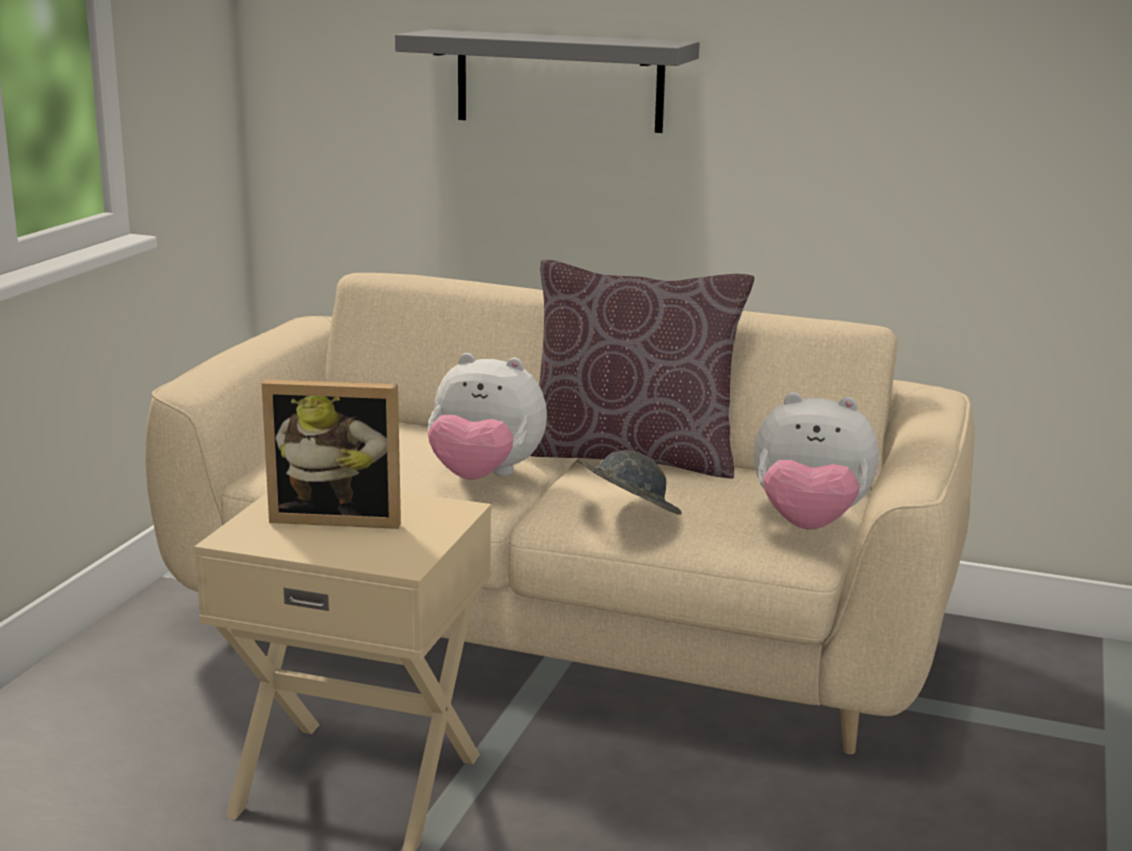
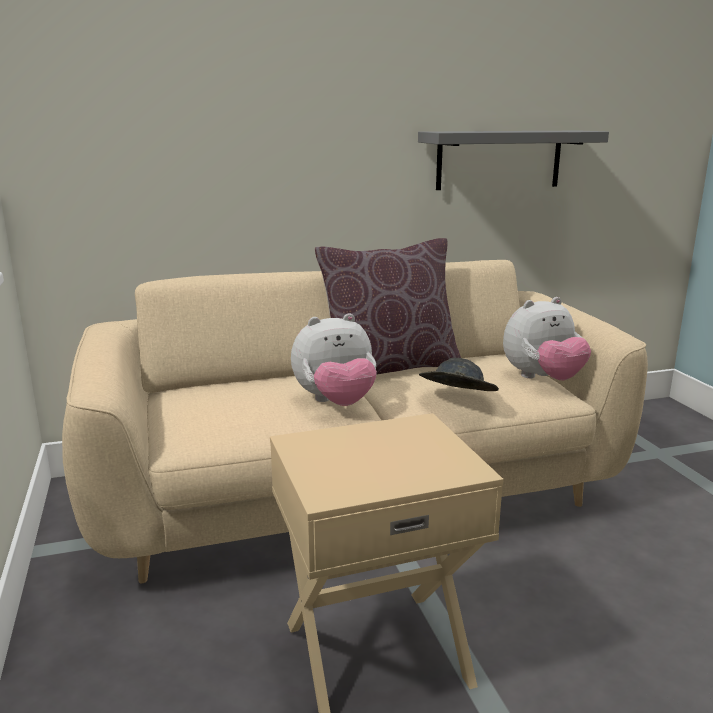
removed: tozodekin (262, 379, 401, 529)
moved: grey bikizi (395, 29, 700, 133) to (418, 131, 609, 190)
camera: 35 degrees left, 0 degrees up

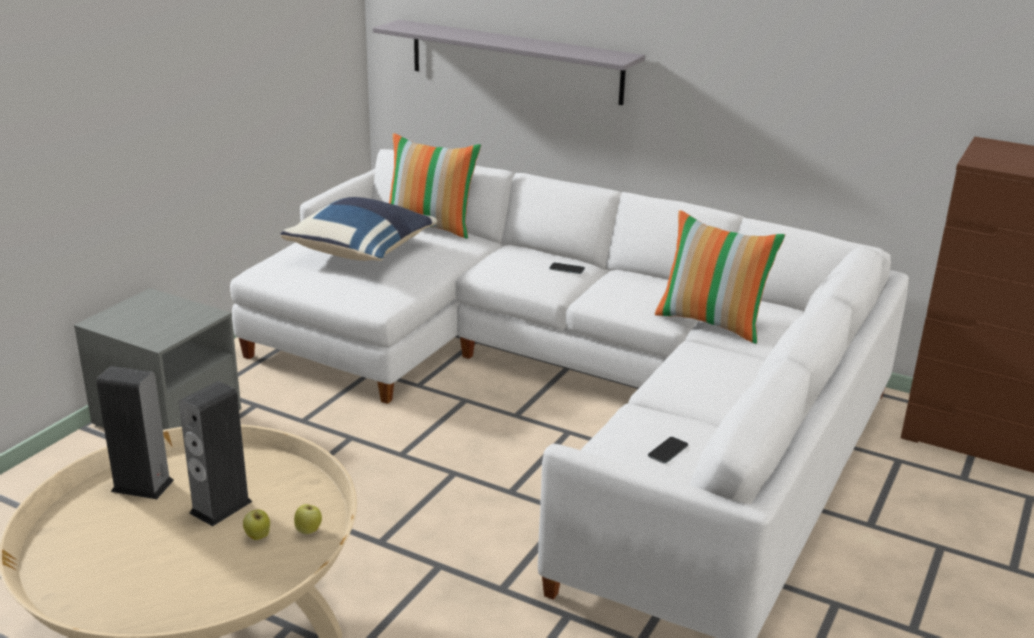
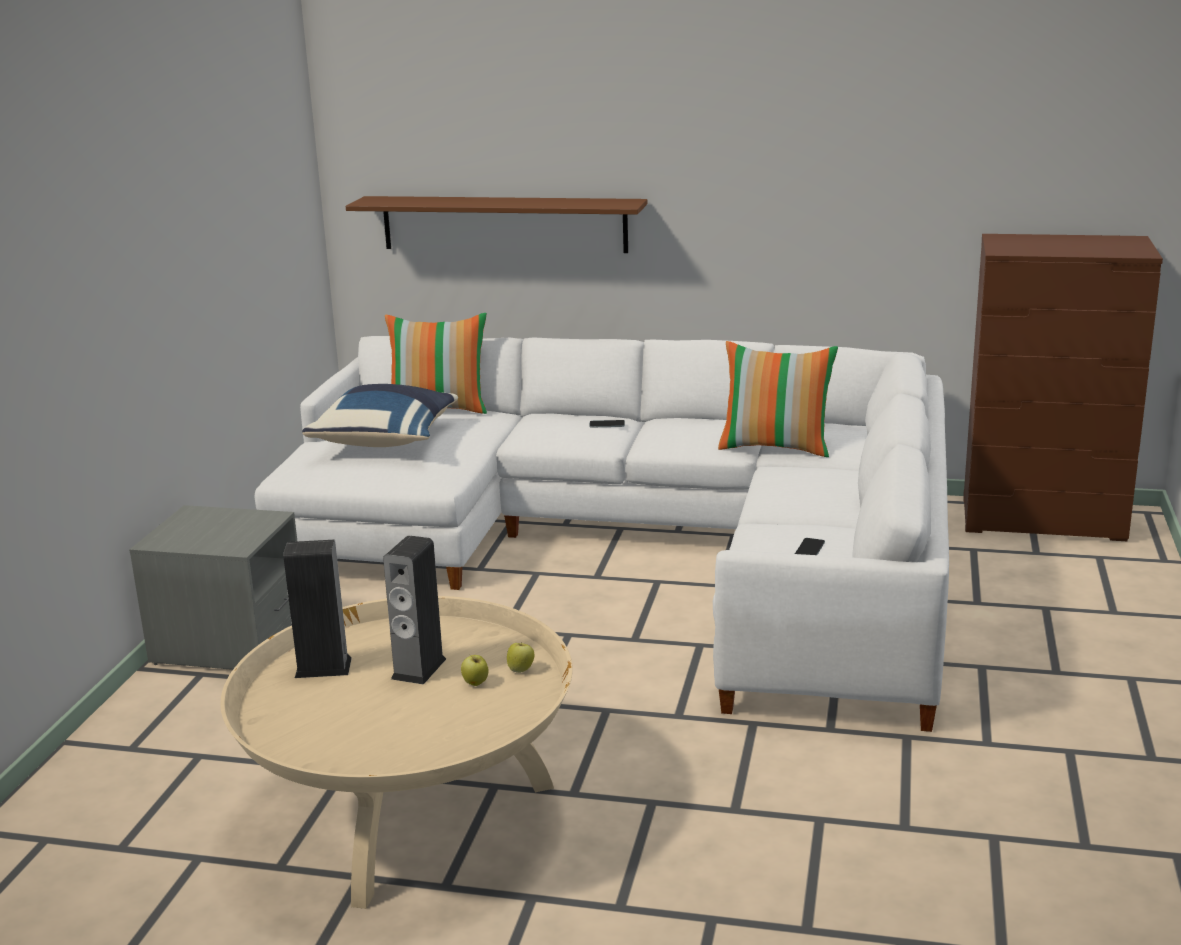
recoloured: grey bikizi (373, 20, 645, 105) to brown bikizi (346, 196, 647, 253)
camera: 15 degrees left, 5 degrees down

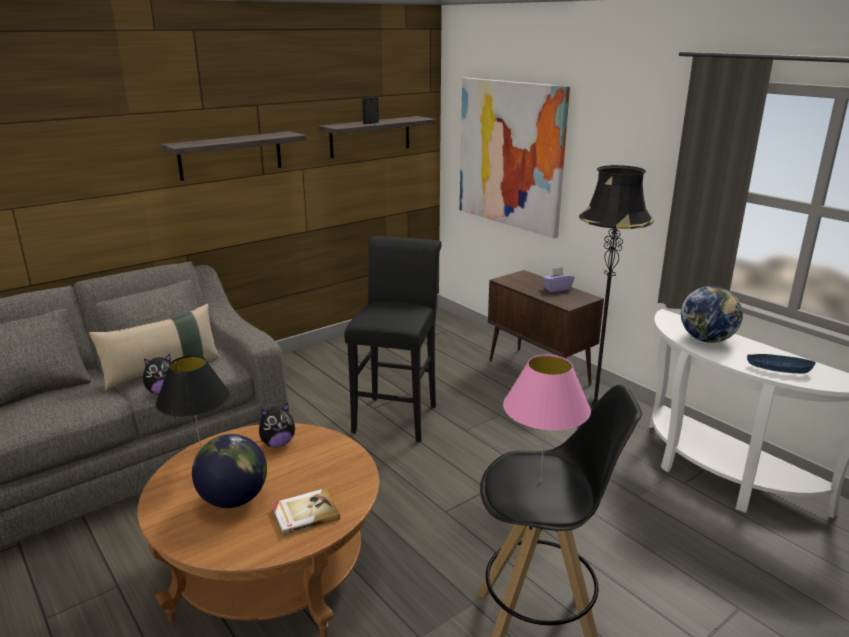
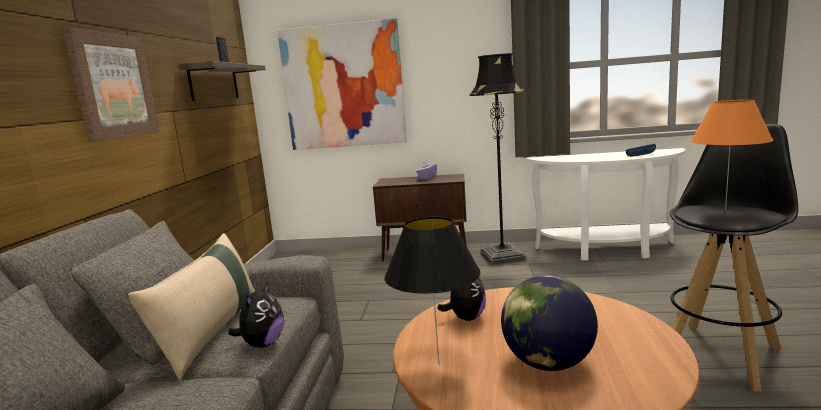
removed: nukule (271, 488, 340, 536); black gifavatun (344, 236, 442, 442); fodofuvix (681, 286, 743, 343)
replaced: bikizi (161, 131, 307, 181) to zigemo (62, 27, 159, 142)
recoloured: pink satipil (503, 355, 591, 482) to orange satipil (691, 100, 773, 211)
camera: 45 degrees left, 10 degrees down

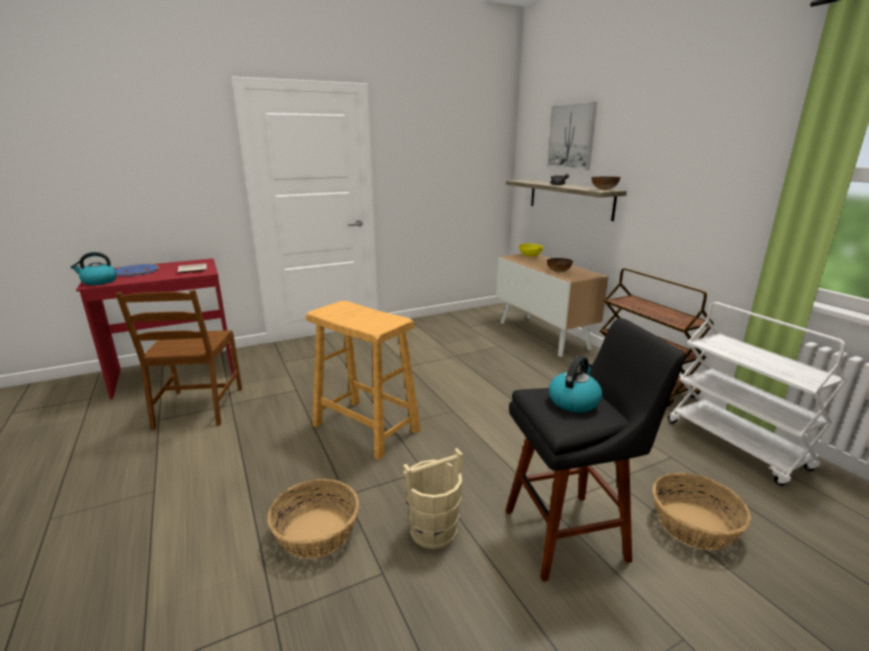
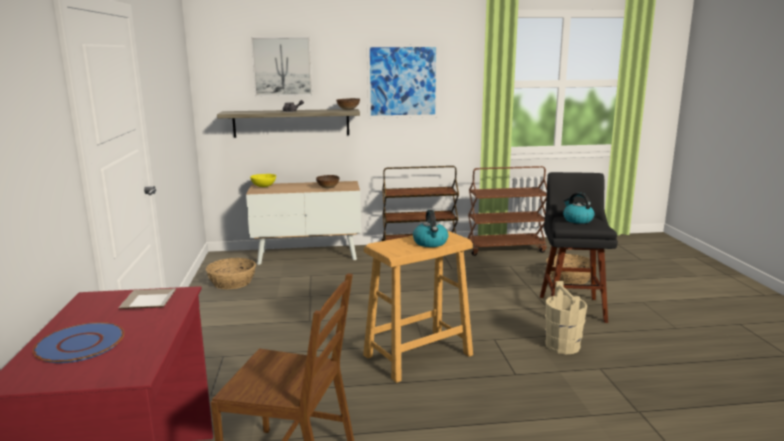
added: zigemo (367, 44, 439, 118)
moved: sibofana (71, 252, 117, 285) to (413, 210, 448, 247); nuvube (267, 479, 359, 559) to (206, 258, 256, 289)
recoloured: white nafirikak (668, 302, 847, 486) to brown nafirikak (468, 166, 547, 256)
camera: 70 degrees left, 5 degrees down

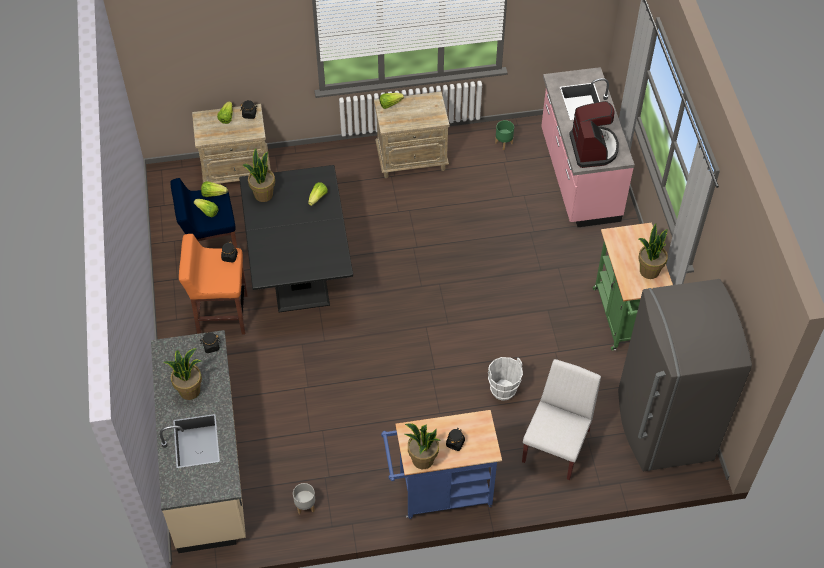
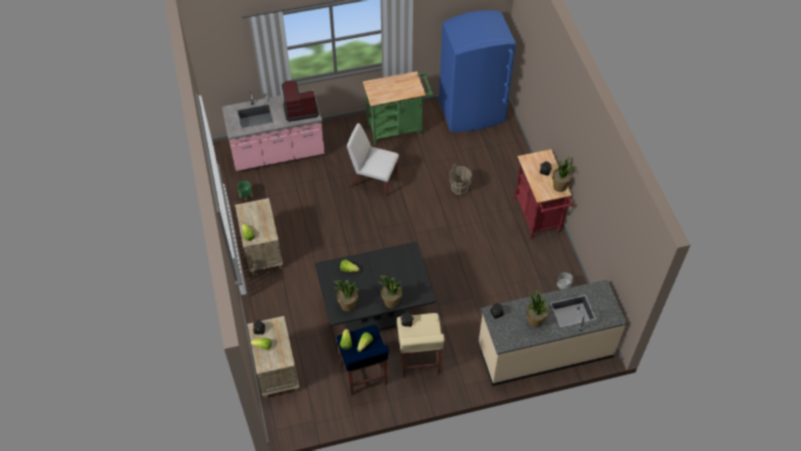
moved: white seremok (522, 359, 601, 480) to (347, 123, 399, 197); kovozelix (638, 223, 668, 279) to (379, 276, 402, 308)
recoloured: orange gifavatun (179, 234, 248, 335) to beige gifavatun (397, 313, 445, 378); blue nafirikak (381, 410, 502, 519) to red nafirikak (513, 149, 574, 239); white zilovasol (488, 357, 523, 401) to brown zilovasol (449, 164, 472, 195); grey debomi (618, 279, 752, 471) to blue debomi (439, 10, 516, 132)
camera: 95 degrees left, 0 degrees up

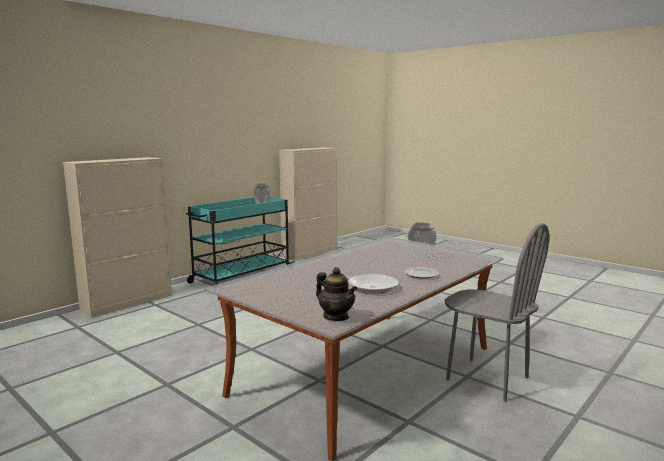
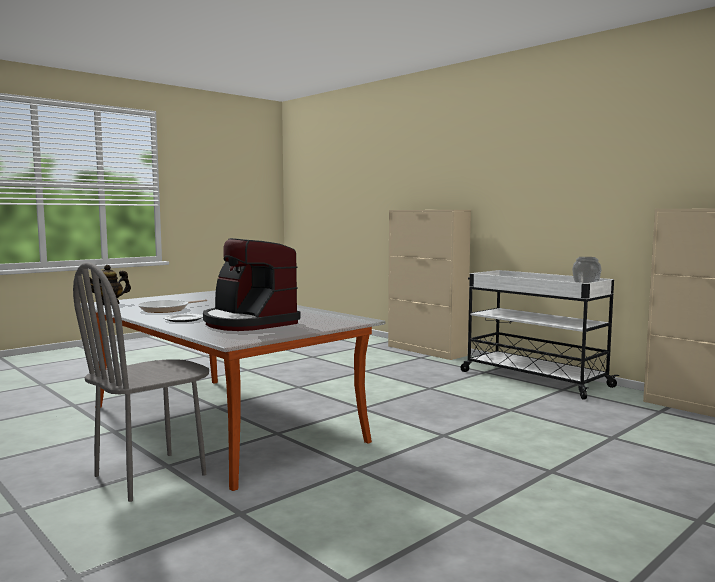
replaced: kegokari (407, 223, 437, 260) to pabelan (203, 238, 300, 331)
recoloured: turquoise nafirikak (186, 197, 295, 285) to white nafirikak (460, 270, 619, 400)
camera: 95 degrees right, 5 degrees down

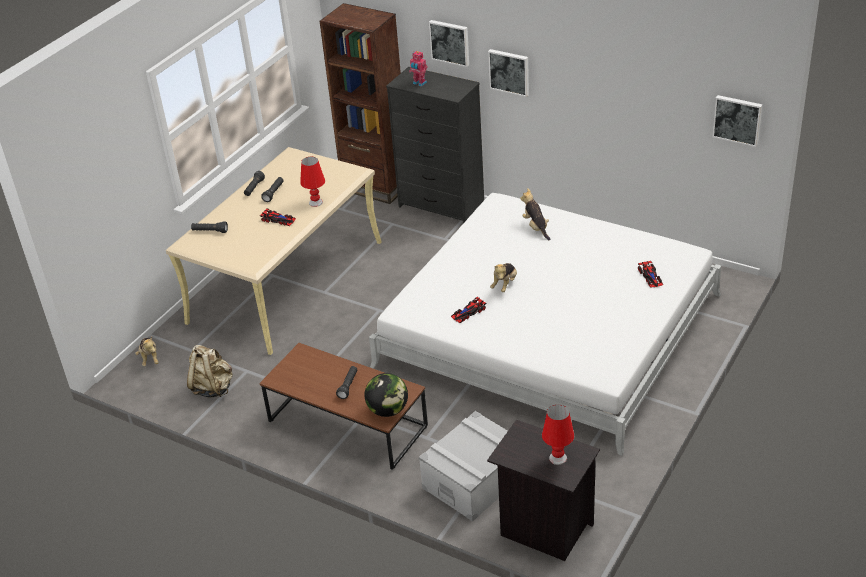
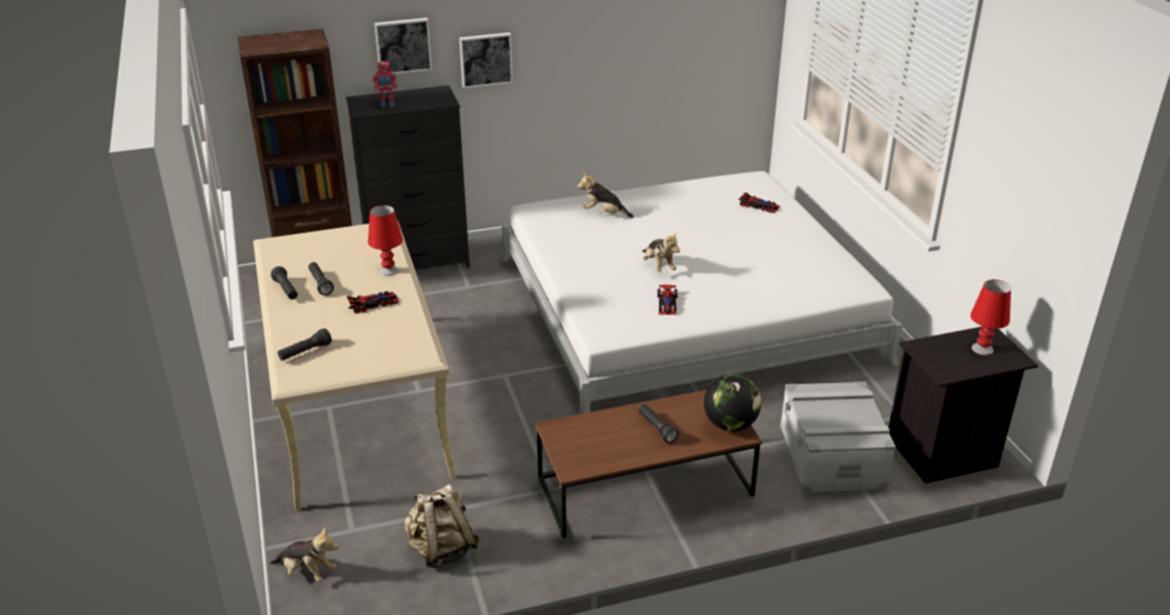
removed: zigemo (712, 95, 763, 147)
camera: 50 degrees left, 5 degrees down

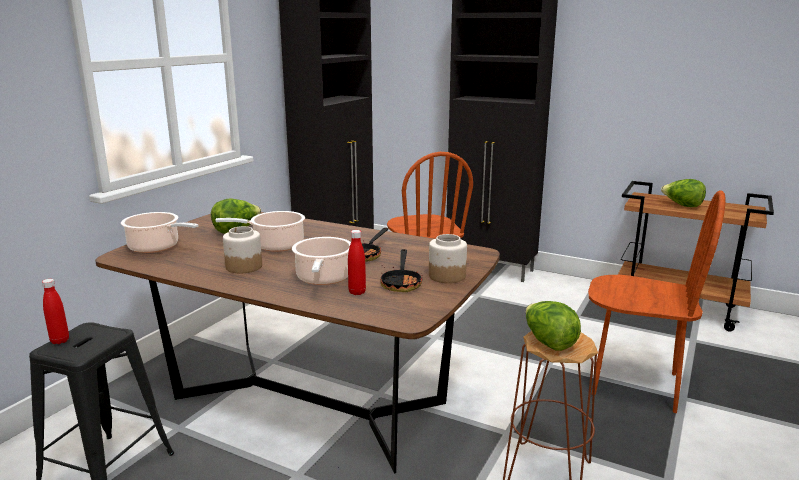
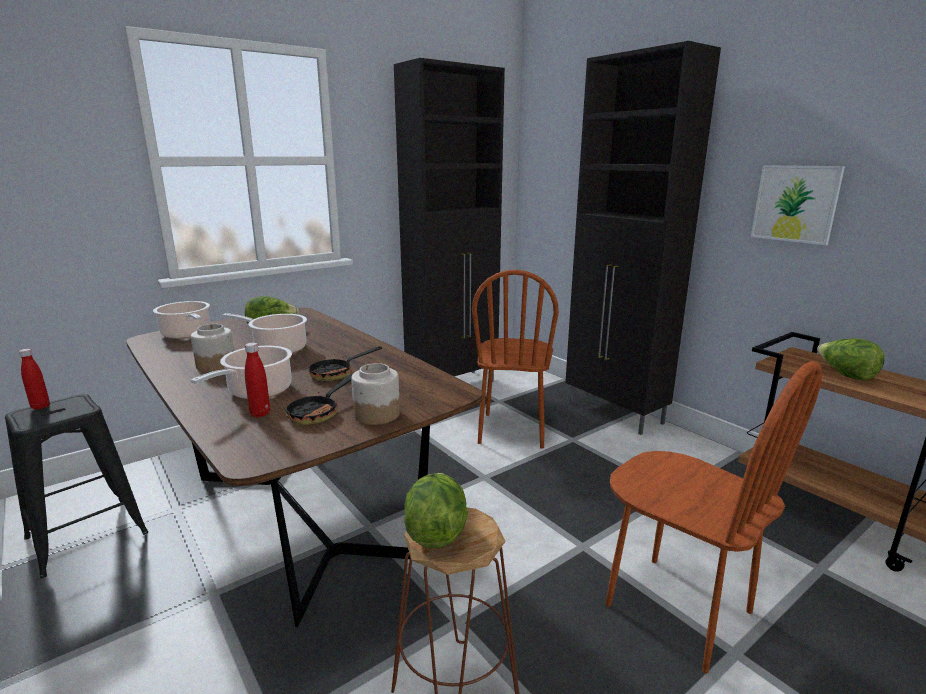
added: zigemo (751, 165, 845, 245)
camera: 25 degrees right, 0 degrees up

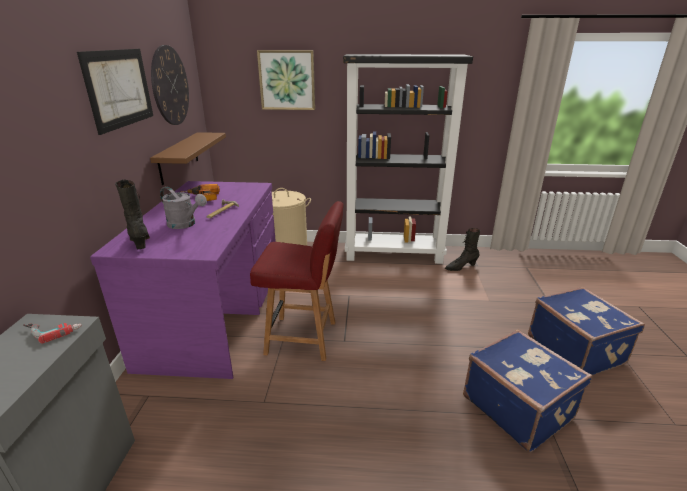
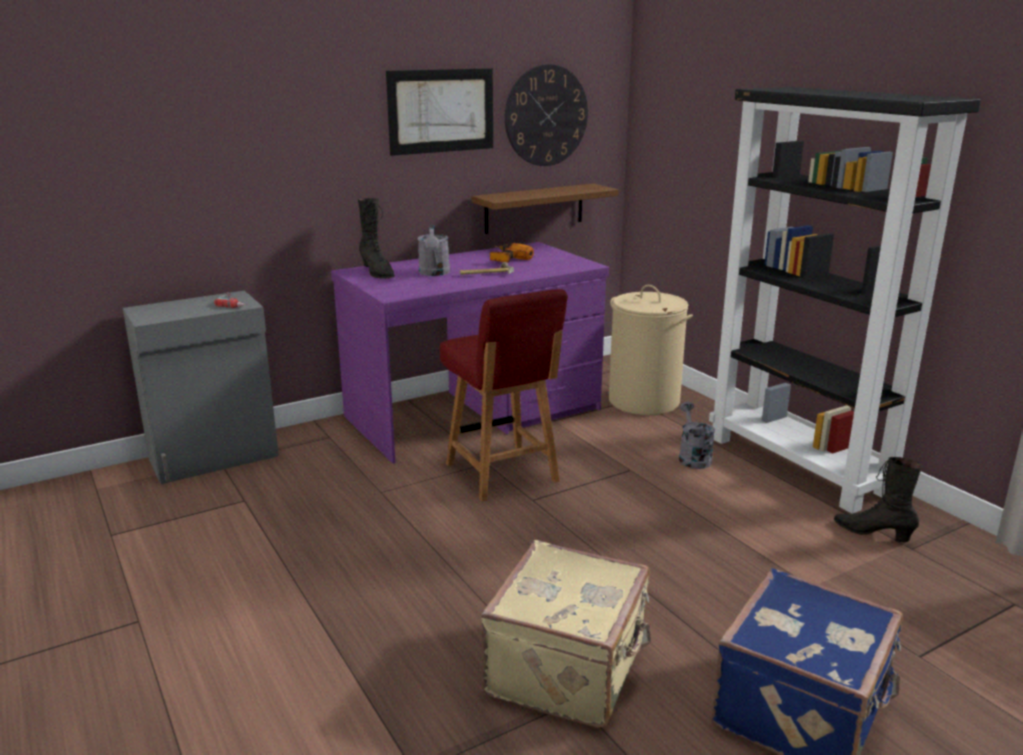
removed: zigemo (257, 50, 315, 110)
added: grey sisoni (679, 402, 715, 469)
recoloured: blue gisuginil (463, 329, 593, 453) to beige gisuginil (481, 540, 650, 728)
turned: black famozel (115, 179, 150, 249) = (358, 198, 395, 279) 120 degrees clockwise
camera: 55 degrees right, 5 degrees down

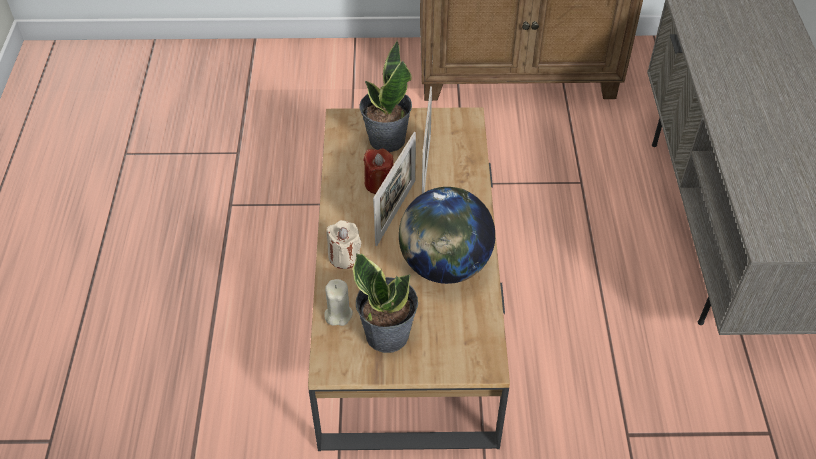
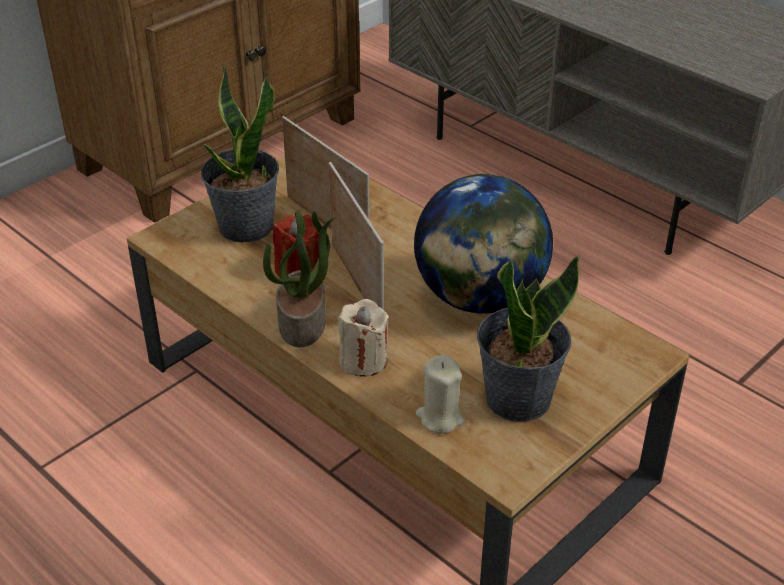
added: kovozelix (263, 211, 337, 347)
camera: 45 degrees left, 10 degrees down

